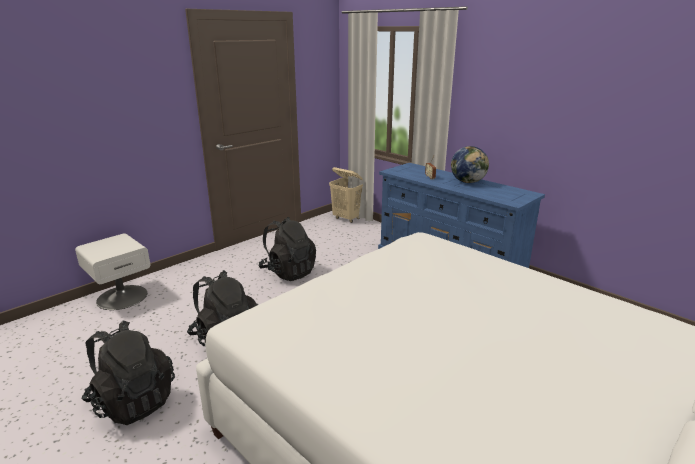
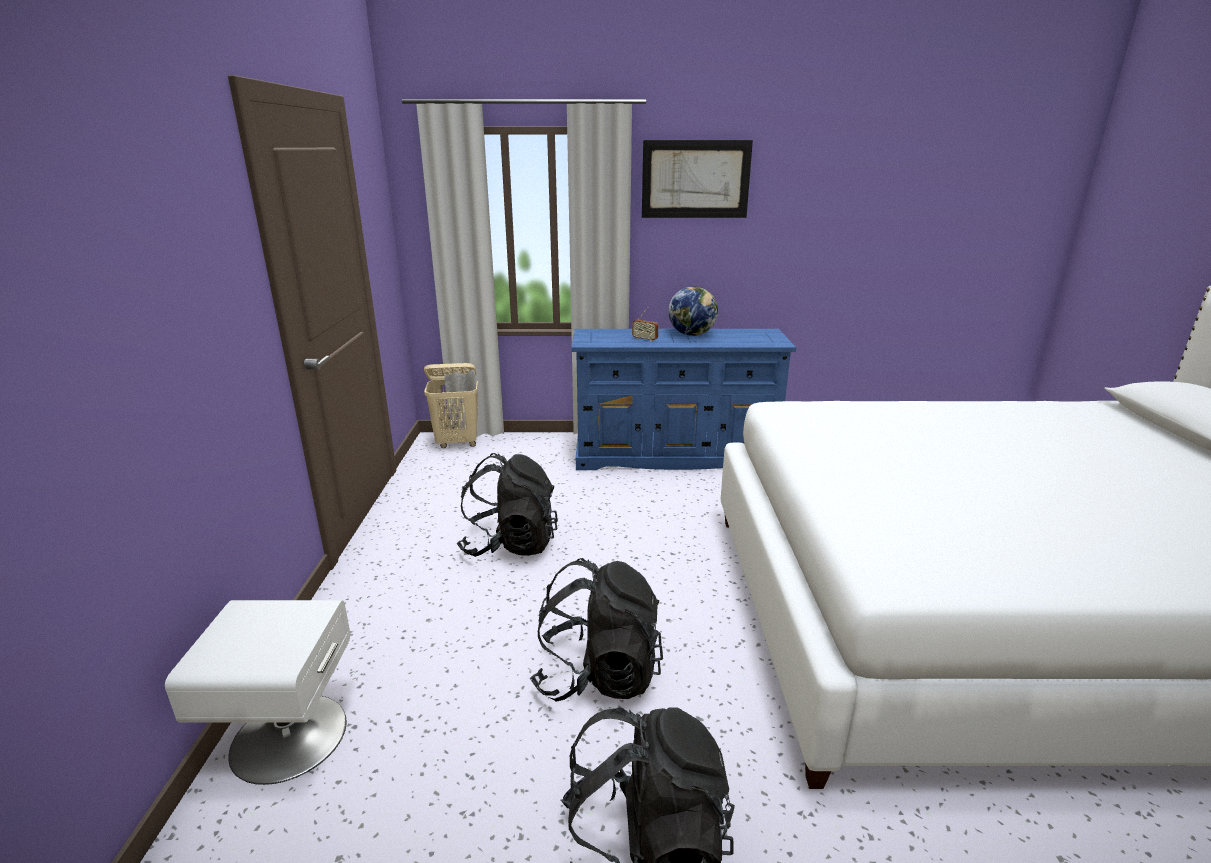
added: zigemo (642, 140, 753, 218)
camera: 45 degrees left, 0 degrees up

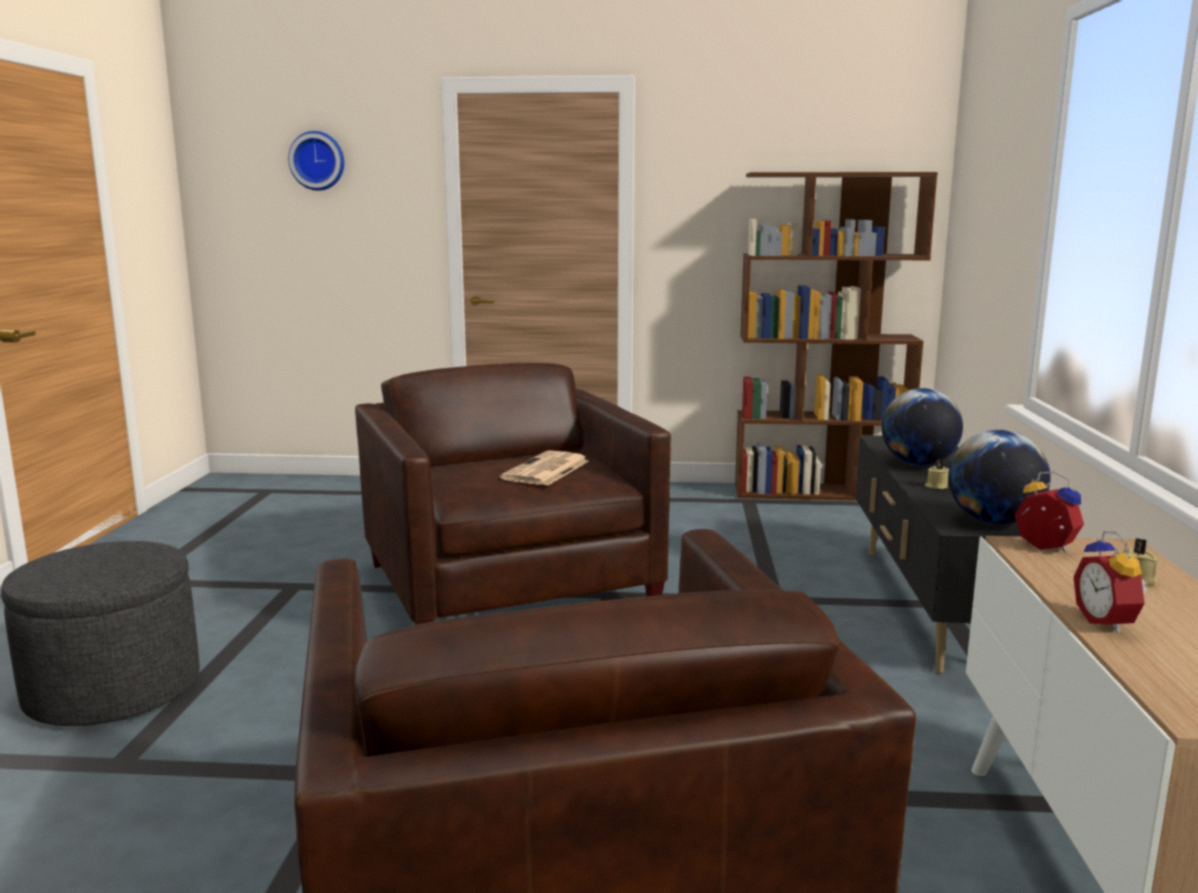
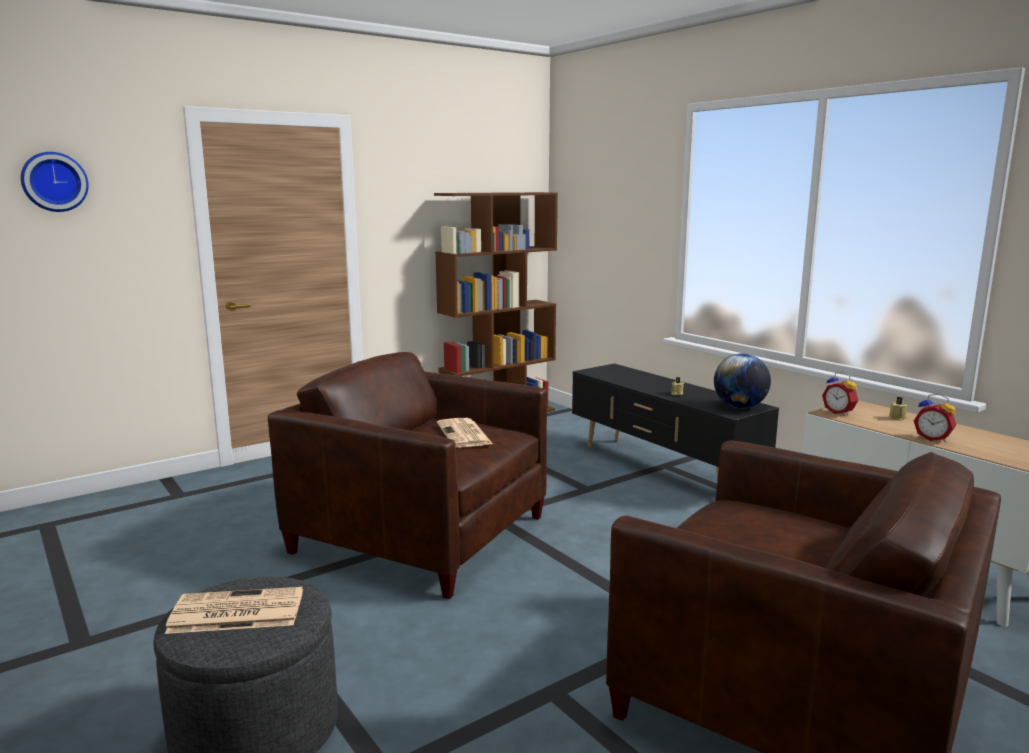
removed: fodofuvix (882, 388, 963, 466)
added: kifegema (165, 587, 303, 634)
turned: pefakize (1015, 471, 1084, 552) = (822, 372, 858, 415) 135 degrees counterclockwise
camera: 40 degrees left, 0 degrees up

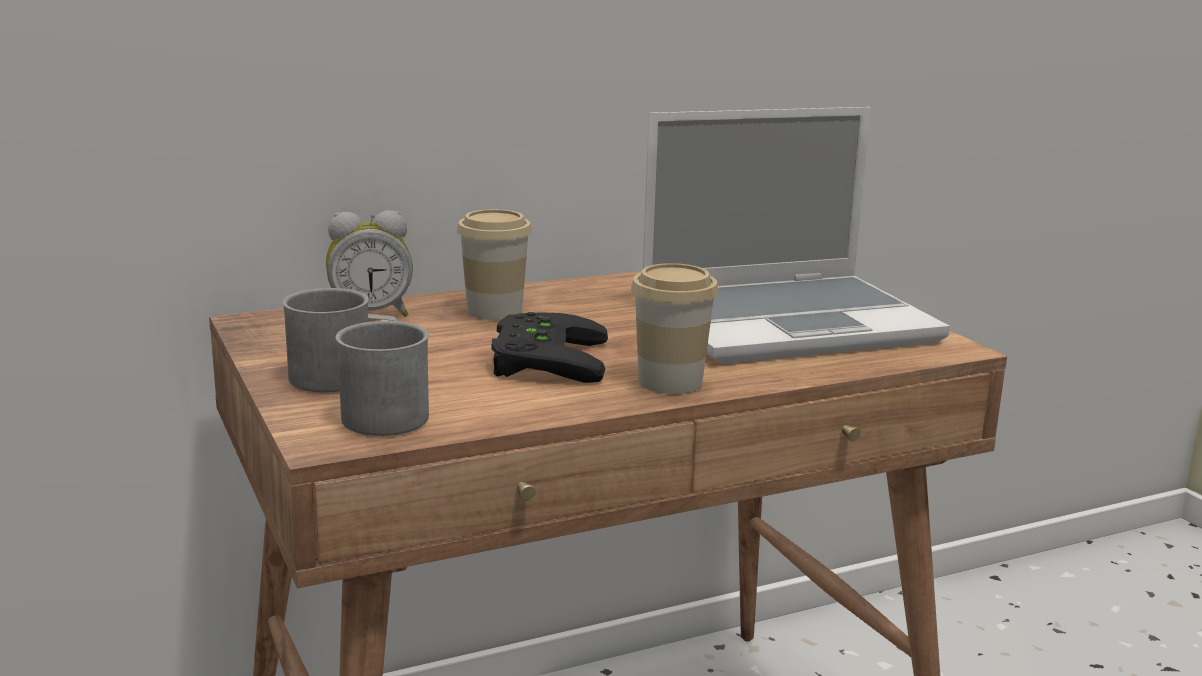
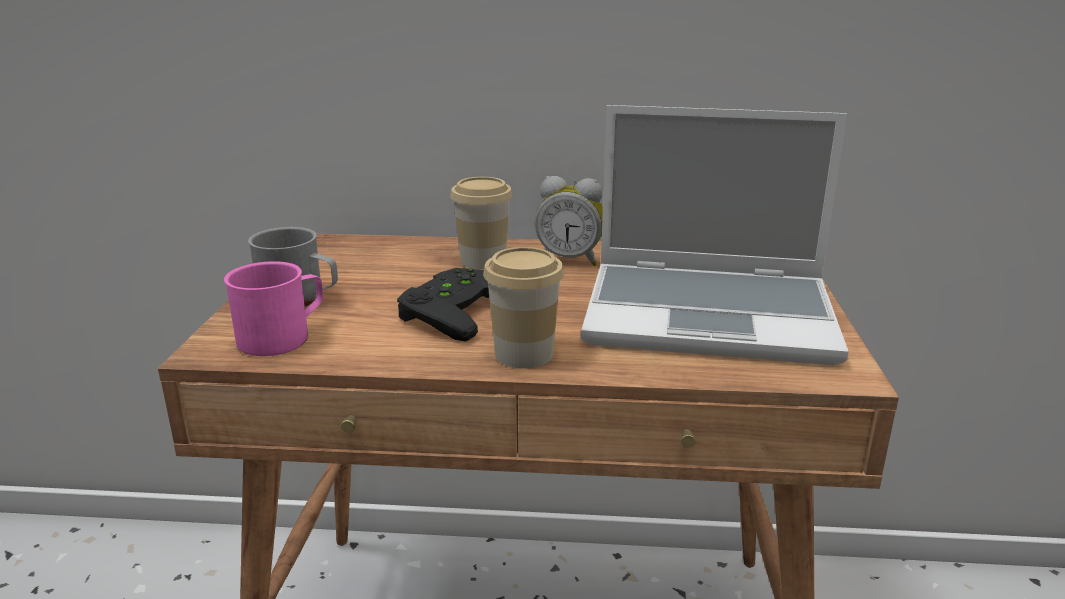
moved: pefakize (326, 210, 413, 317) to (535, 176, 603, 266)
recoloured: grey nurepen (335, 321, 429, 436) to pink nurepen (224, 261, 323, 356)
camera: 30 degrees right, 5 degrees up

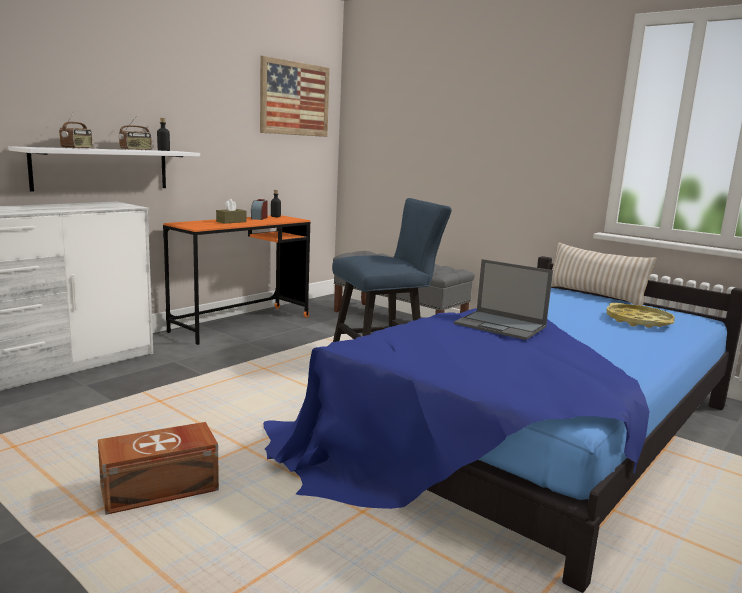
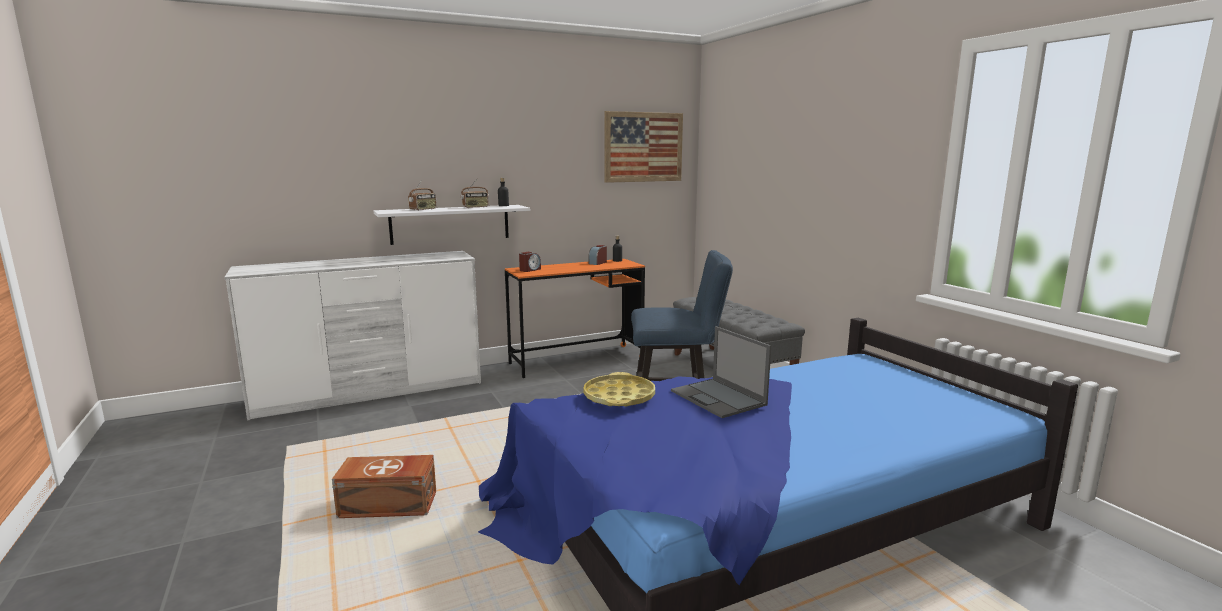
removed: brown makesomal (216, 199, 247, 224); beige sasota (551, 242, 657, 306)
added: pefakize (519, 252, 541, 272)
moved: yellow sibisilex (606, 303, 675, 328) to (583, 372, 655, 407)
camera: 25 degrees right, 0 degrees up

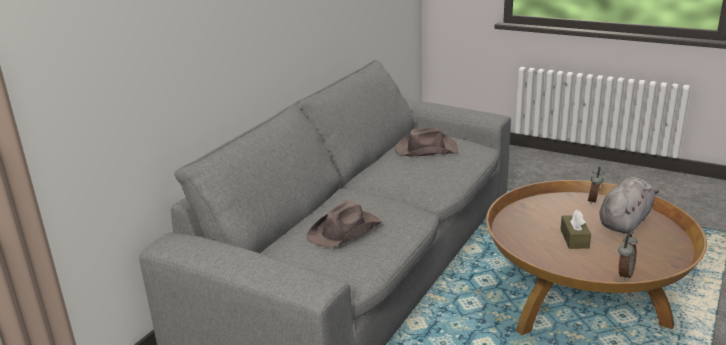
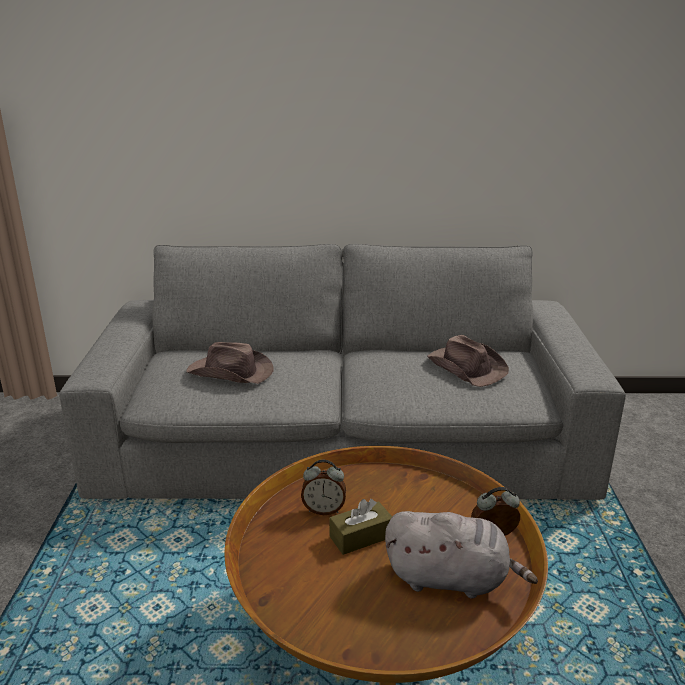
moved: pefakize (618, 234, 638, 281) to (301, 460, 346, 515)
camera: 60 degrees right, 0 degrees up

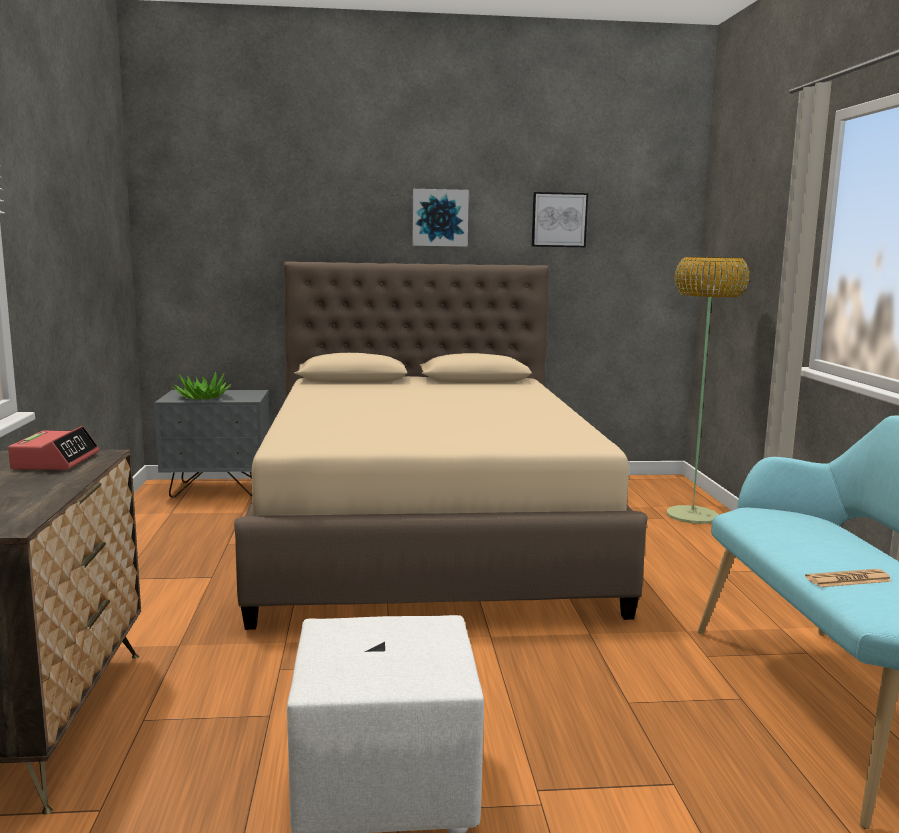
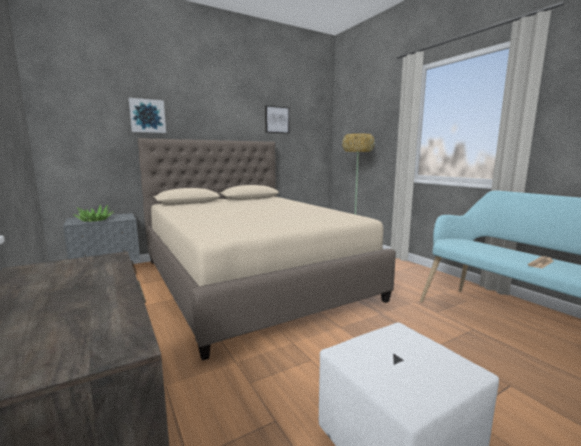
removed: pefakize (8, 426, 99, 470)
moved: zigemo (413, 189, 469, 247) to (129, 98, 166, 133)
camera: 25 degrees left, 0 degrees up

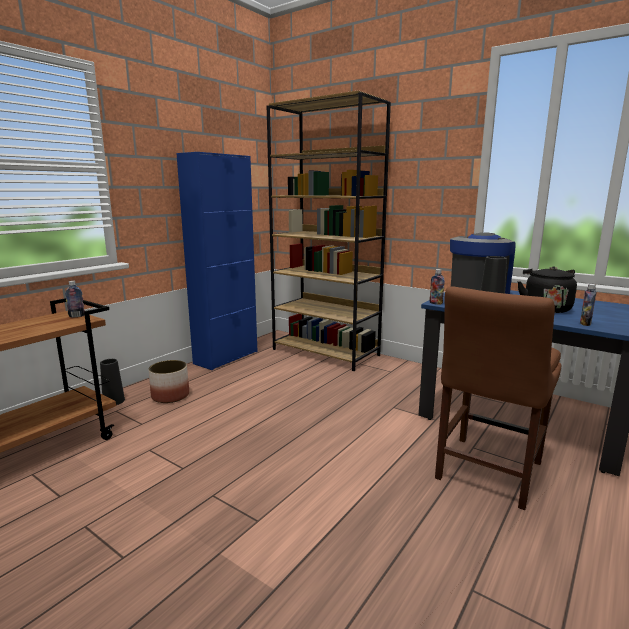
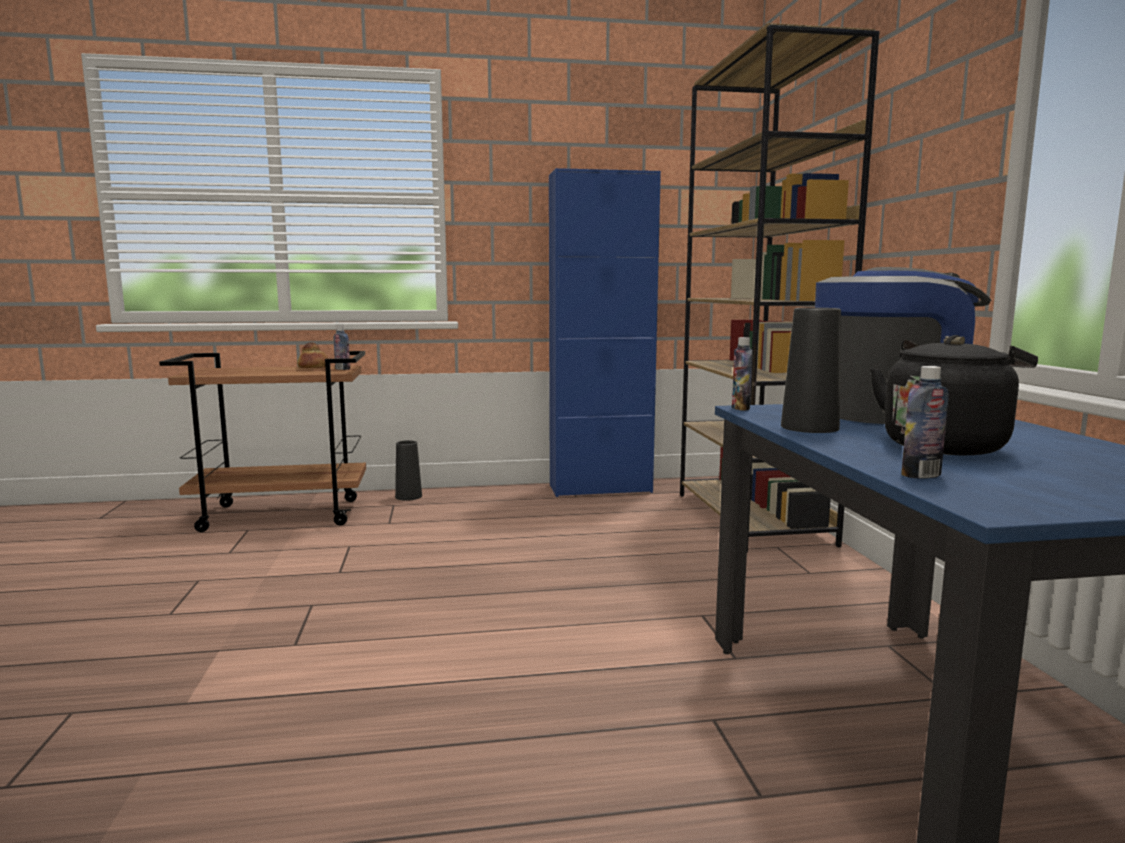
removed: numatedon (148, 360, 189, 403); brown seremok (435, 286, 561, 510)
added: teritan (297, 342, 329, 368)
camera: 45 degrees right, 5 degrees down

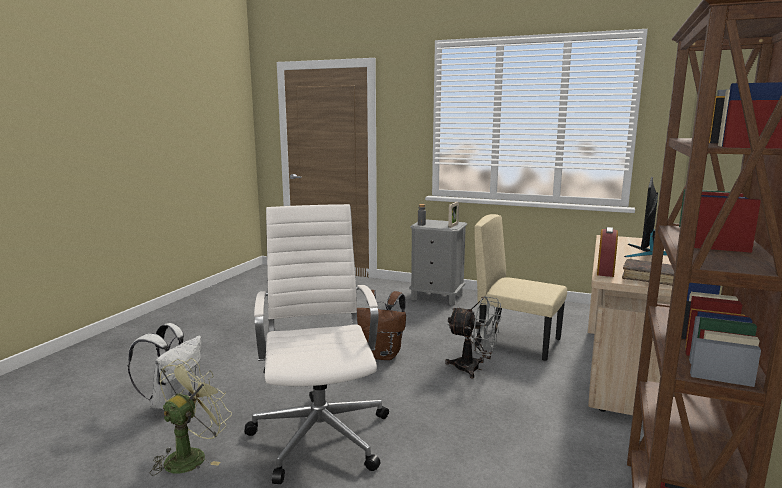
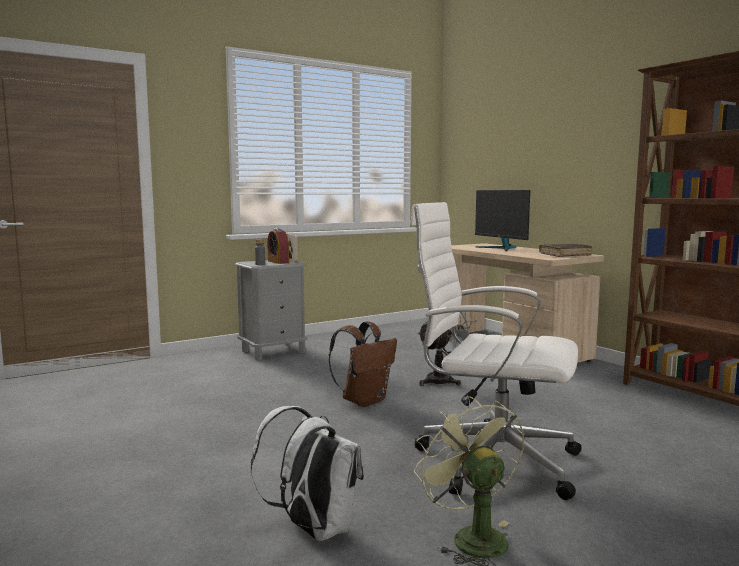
removed: beige seremok (475, 214, 567, 361)
moved: pefakize (597, 227, 618, 277) to (267, 228, 289, 264)
camera: 55 degrees left, 5 degrees down

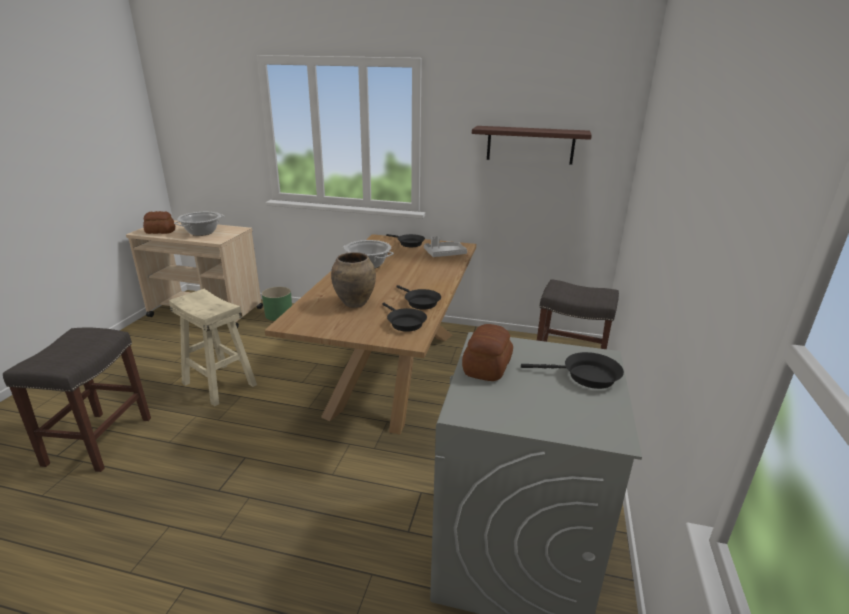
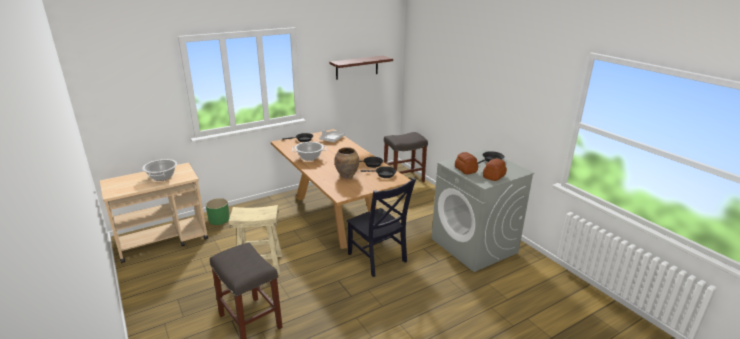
added: black seremok (347, 178, 416, 277)
moved: teritan (143, 211, 175, 234) to (483, 158, 507, 181)
camera: 45 degrees left, 0 degrees up

